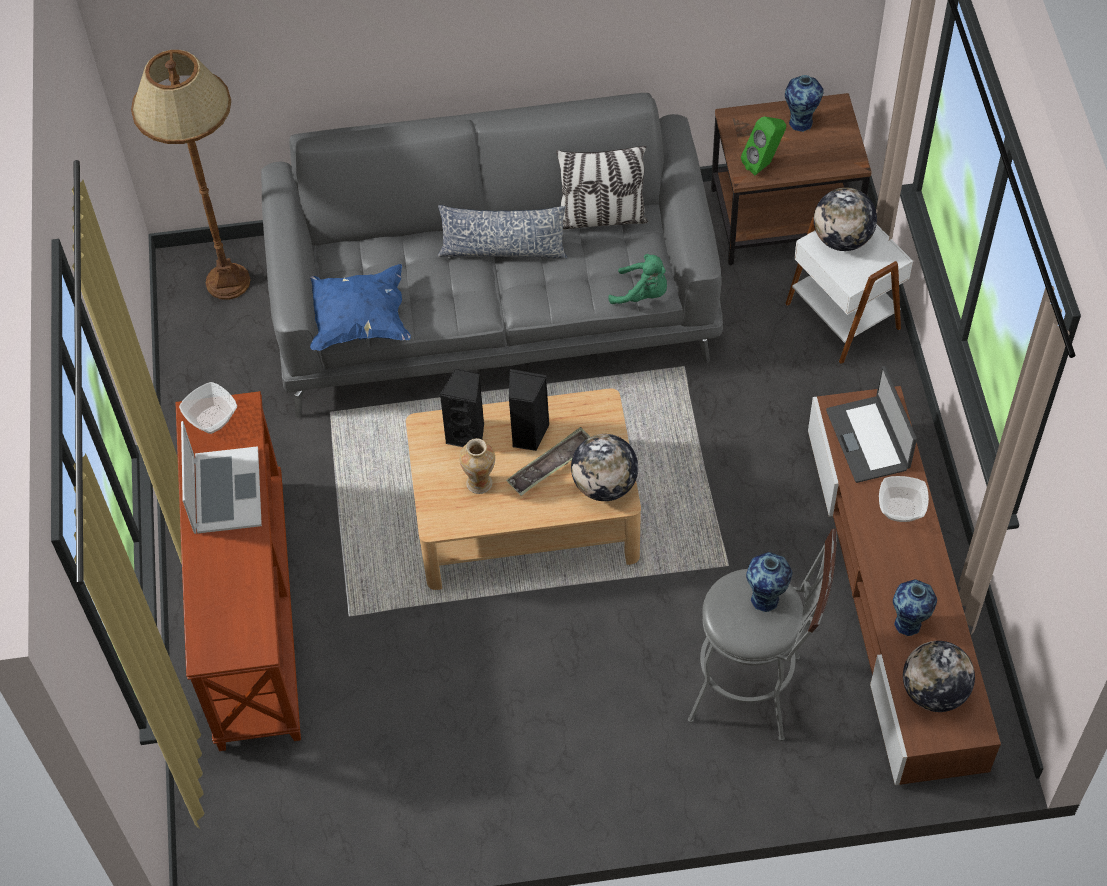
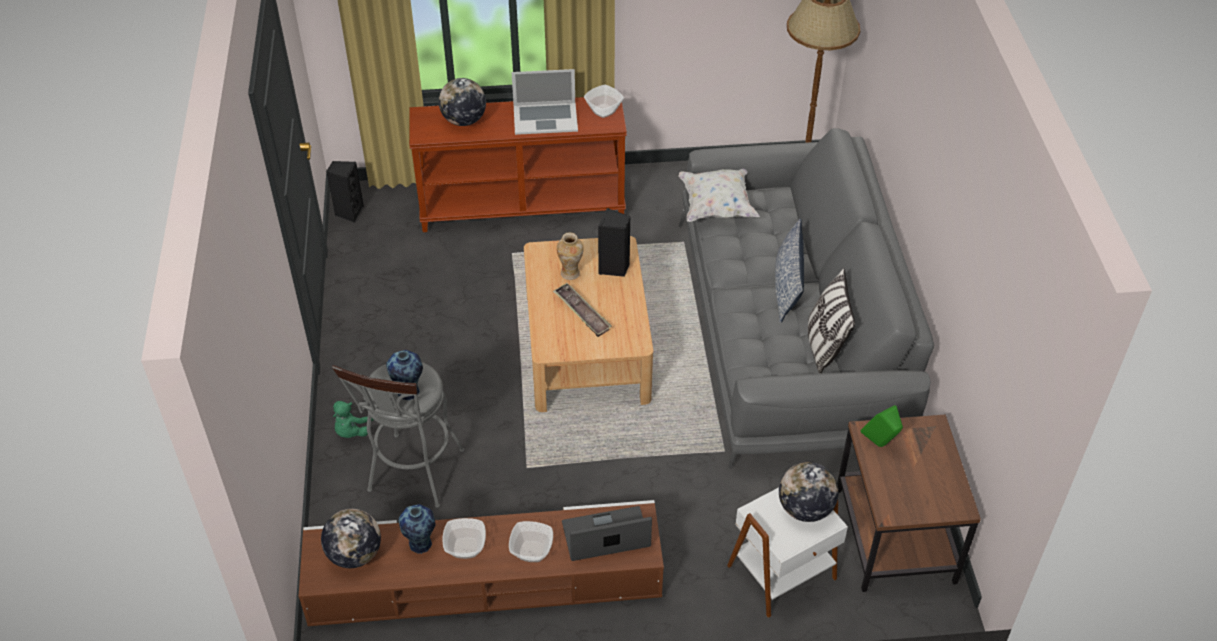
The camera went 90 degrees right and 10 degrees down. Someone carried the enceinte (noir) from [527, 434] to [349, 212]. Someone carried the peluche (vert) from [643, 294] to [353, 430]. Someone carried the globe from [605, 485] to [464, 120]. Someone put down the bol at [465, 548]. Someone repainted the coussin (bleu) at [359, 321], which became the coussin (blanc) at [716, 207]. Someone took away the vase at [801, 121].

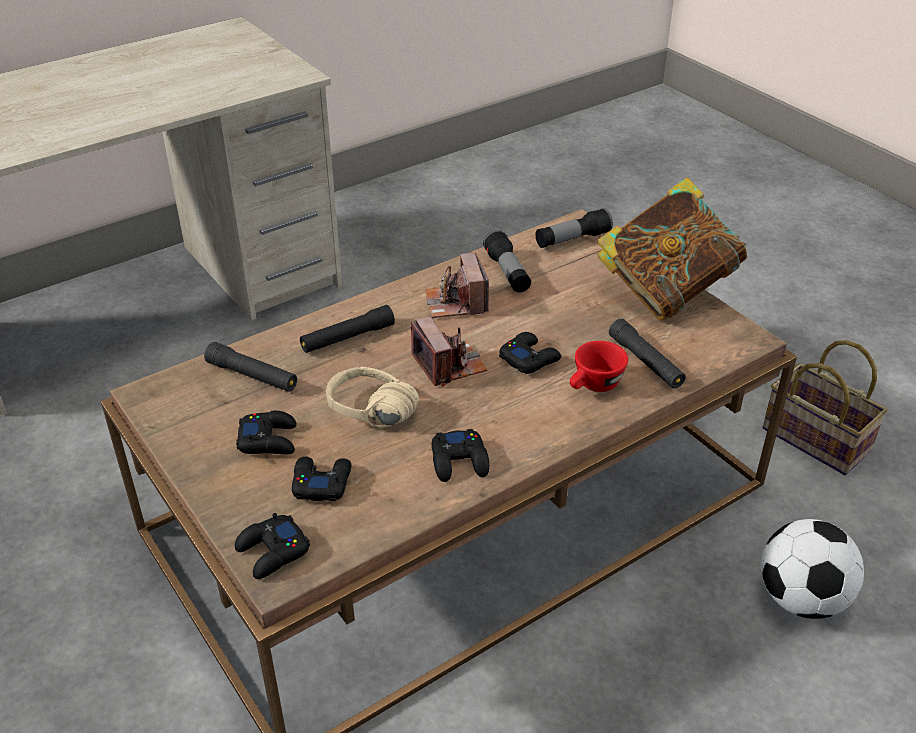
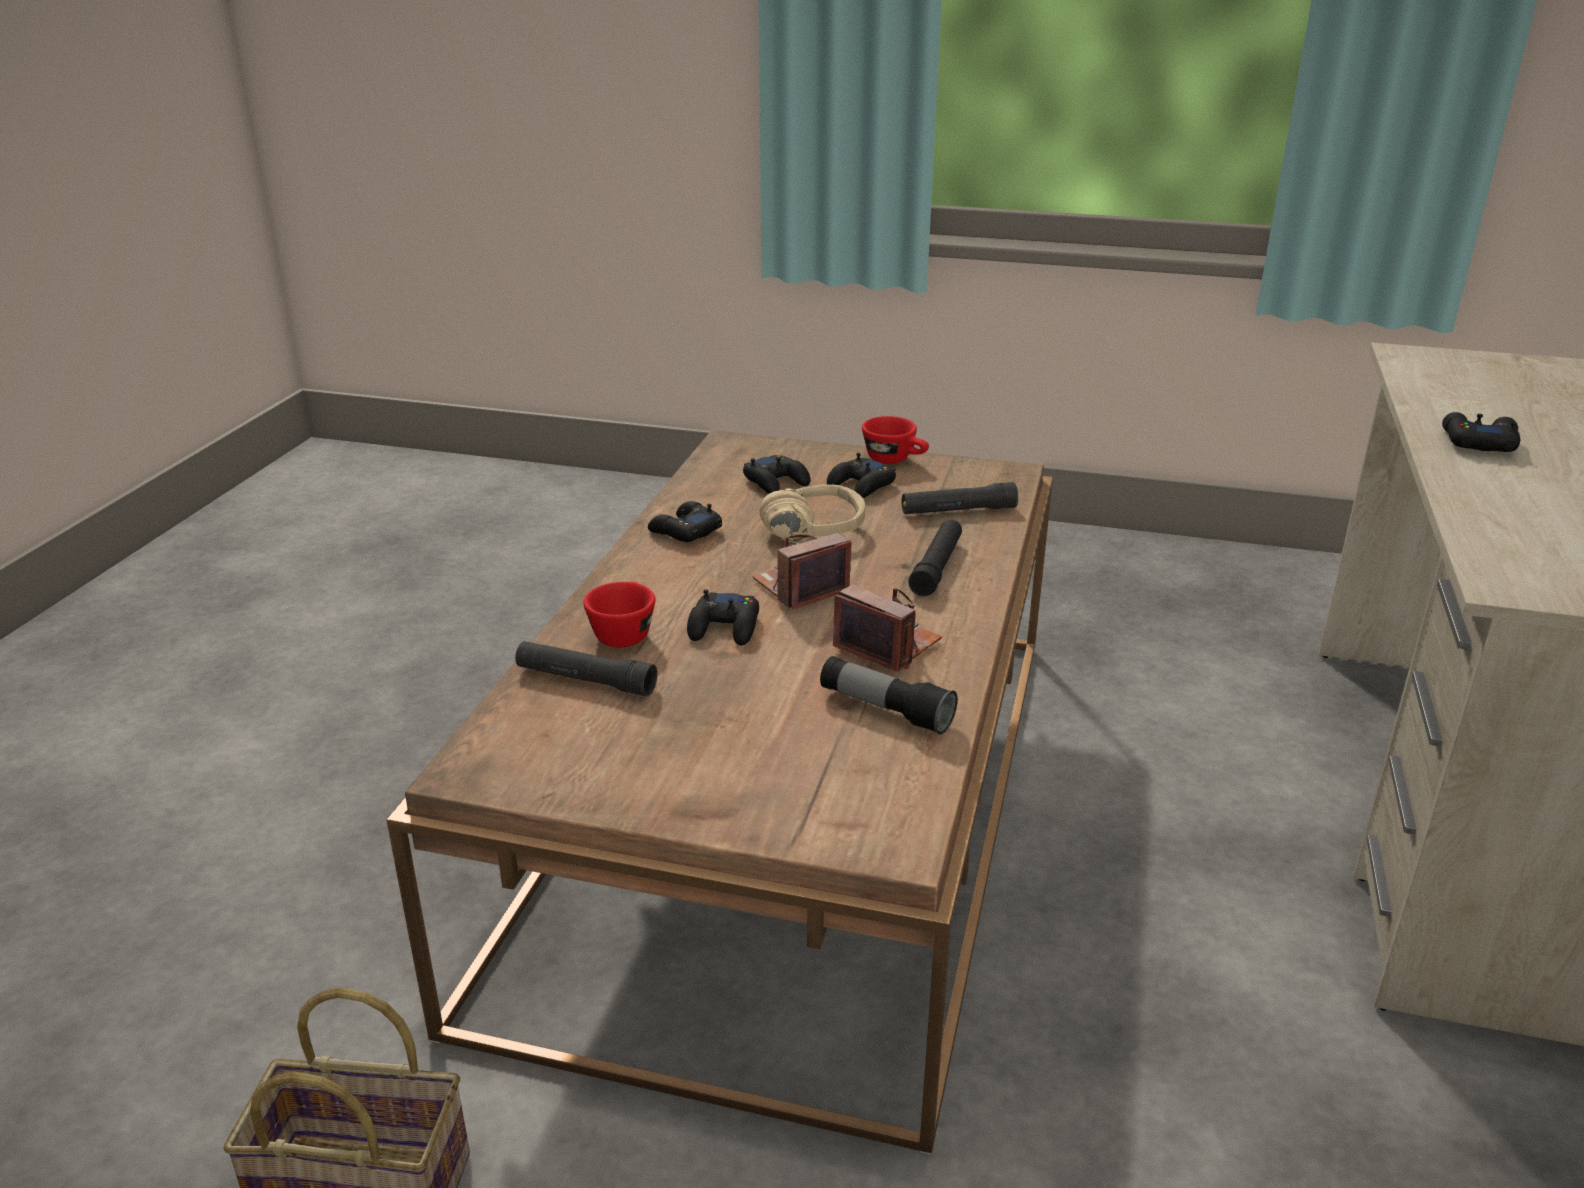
The camera went 140 degrees right and 10 degrees down. Someone rotated the appareil photo at [449, 365] by 120 degrees clockwise. Someone put down the tasse (rouge) at [895, 460]. Someone carried the manette (noir) from [272, 552] to [1477, 442]. Someone took away the lampe de poche at [572, 240]. Someone took away the livre at [666, 291]. Someone took away the ballon de foot at [801, 599].

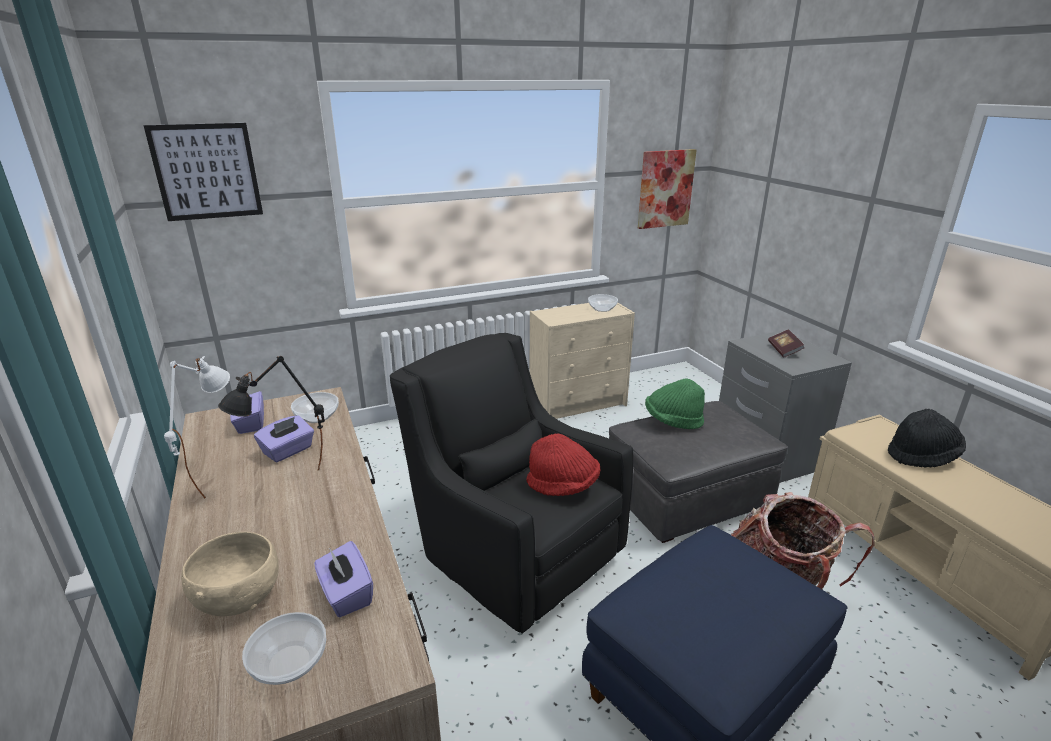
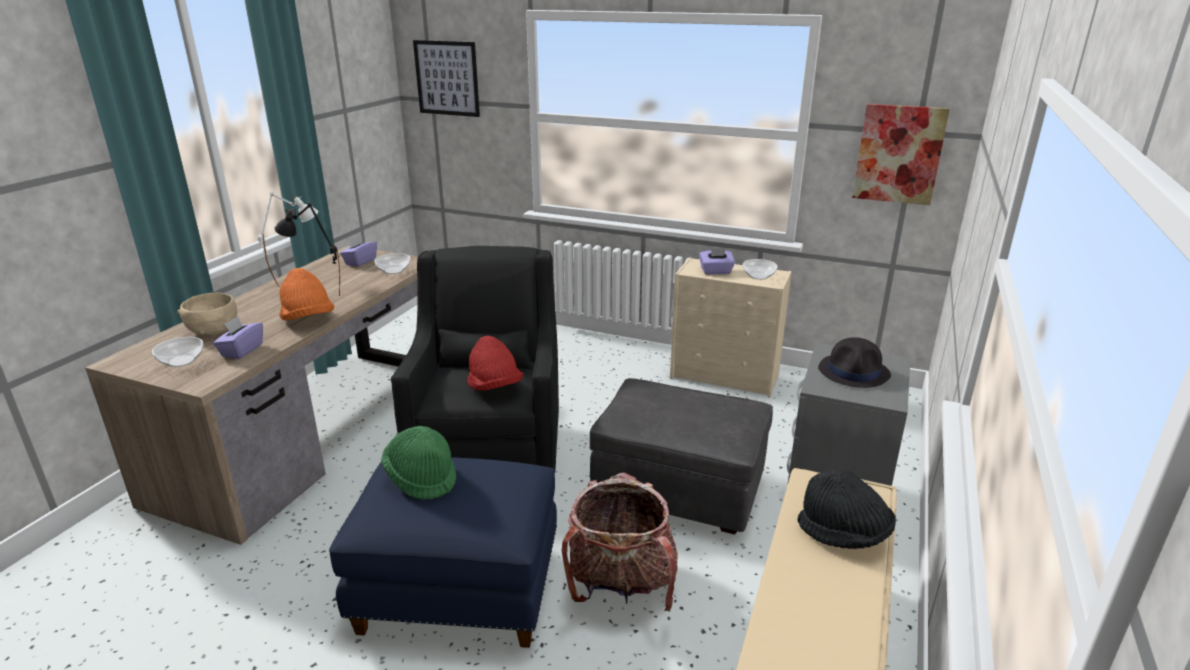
The camera went 45 degrees right and 0 degrees up. Someone put down the chapeau (orange) at [308, 319]. Someone carried the chapeau (vert) from [673, 421] to [422, 478]. Someone carried the boîte à mouchoirs (violet) from [288, 451] to [716, 271]. Someone swapped the livre at [784, 350] for the chapeau (noir) at [854, 372].

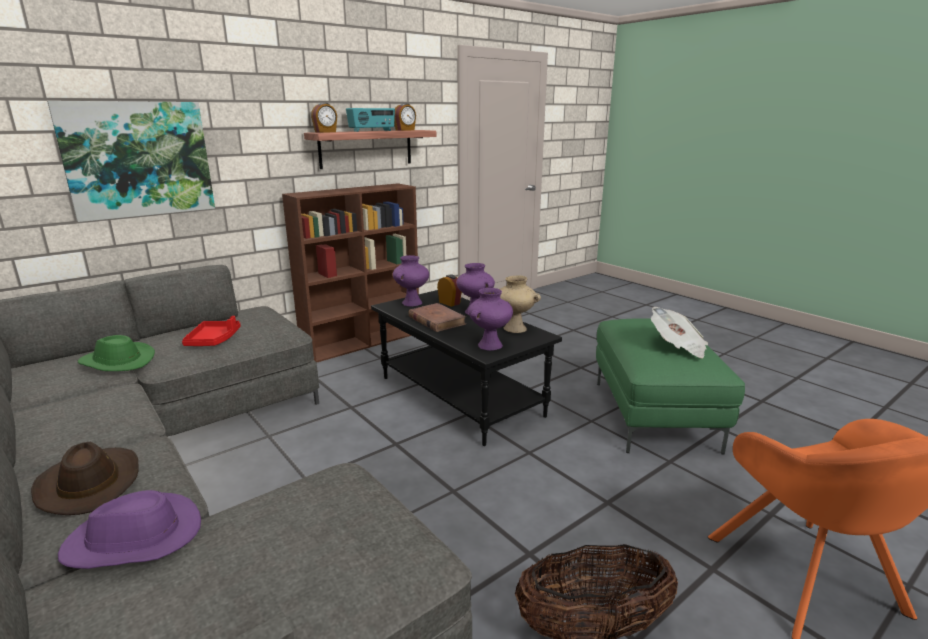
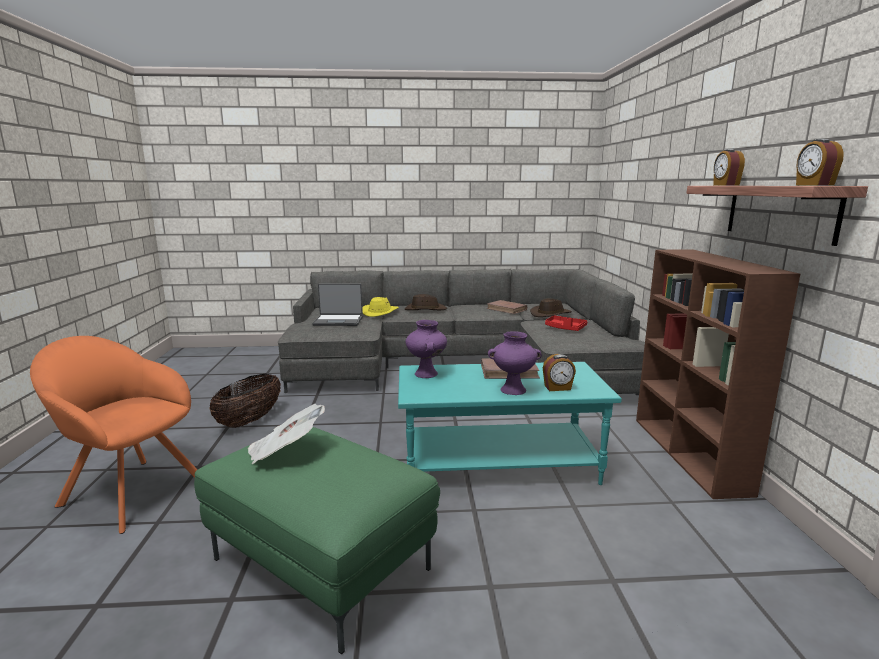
The camera went 125 degrees right and 5 degrees down. Someone put down the ordinateur portable at [338, 321]. Someone repainted the chapeau (violet) at [134, 539], which became the chapeau (jaune) at [380, 312]. Someone repainted the table basse (noir) at [458, 396], which became the table basse (turquoise) at [499, 463]. Someone put down the livre (marron) at [507, 309]. Someone repainted the chapeau (vert) at [116, 362], which became the chapeau (marron) at [551, 314]. Someone took away the tableau at [138, 159]. Someone took away the radio at [372, 131]. Someone took away the vase (violet) at [412, 302]. Someone took away the vase (beige) at [514, 329].

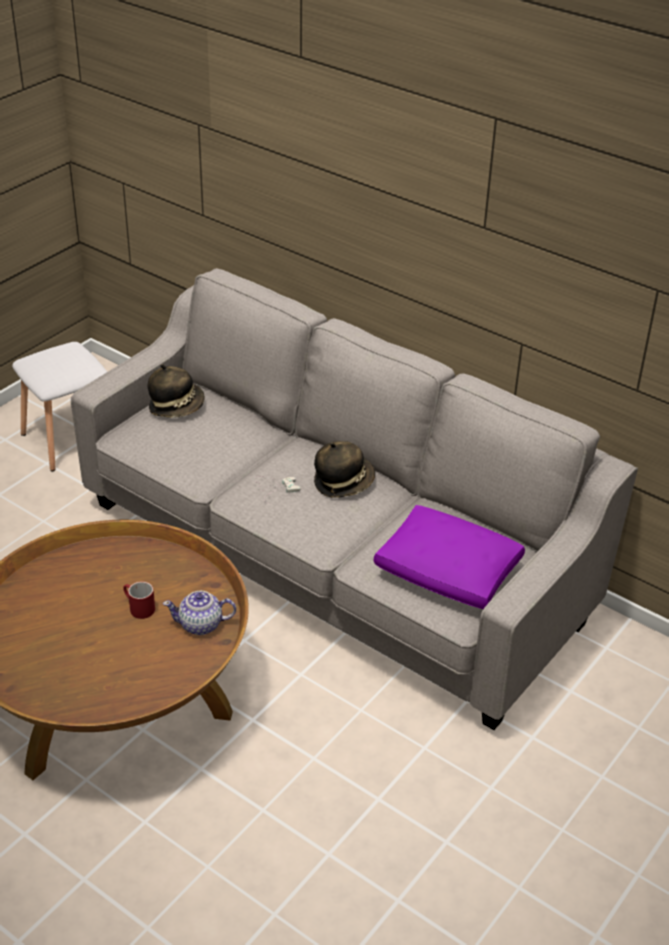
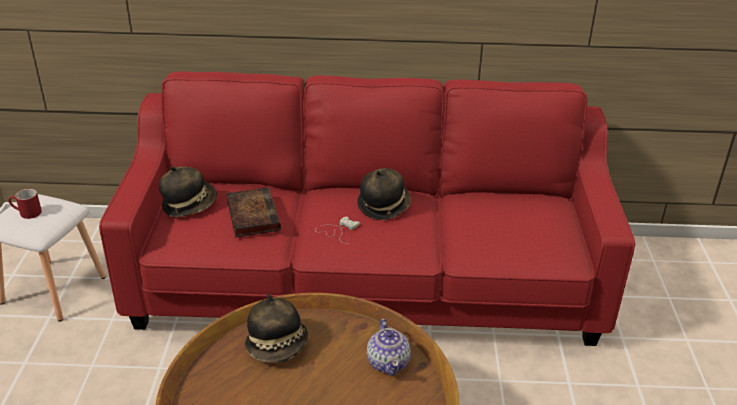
The camera went 35 degrees left and 5 degrees down. Someone carried the mug (rouge) from [138, 608] to [26, 213]. Someone repainted the canapé (gris) at [333, 561], which became the canapé (rouge) at [368, 285]. Someone put down the livre at [252, 215]. Someone put down the chapeau at [278, 346]. Someone rotated the théière at [201, 625] by 60 degrees counterclockwise. Someone took away the coussin (violet) at [449, 571].

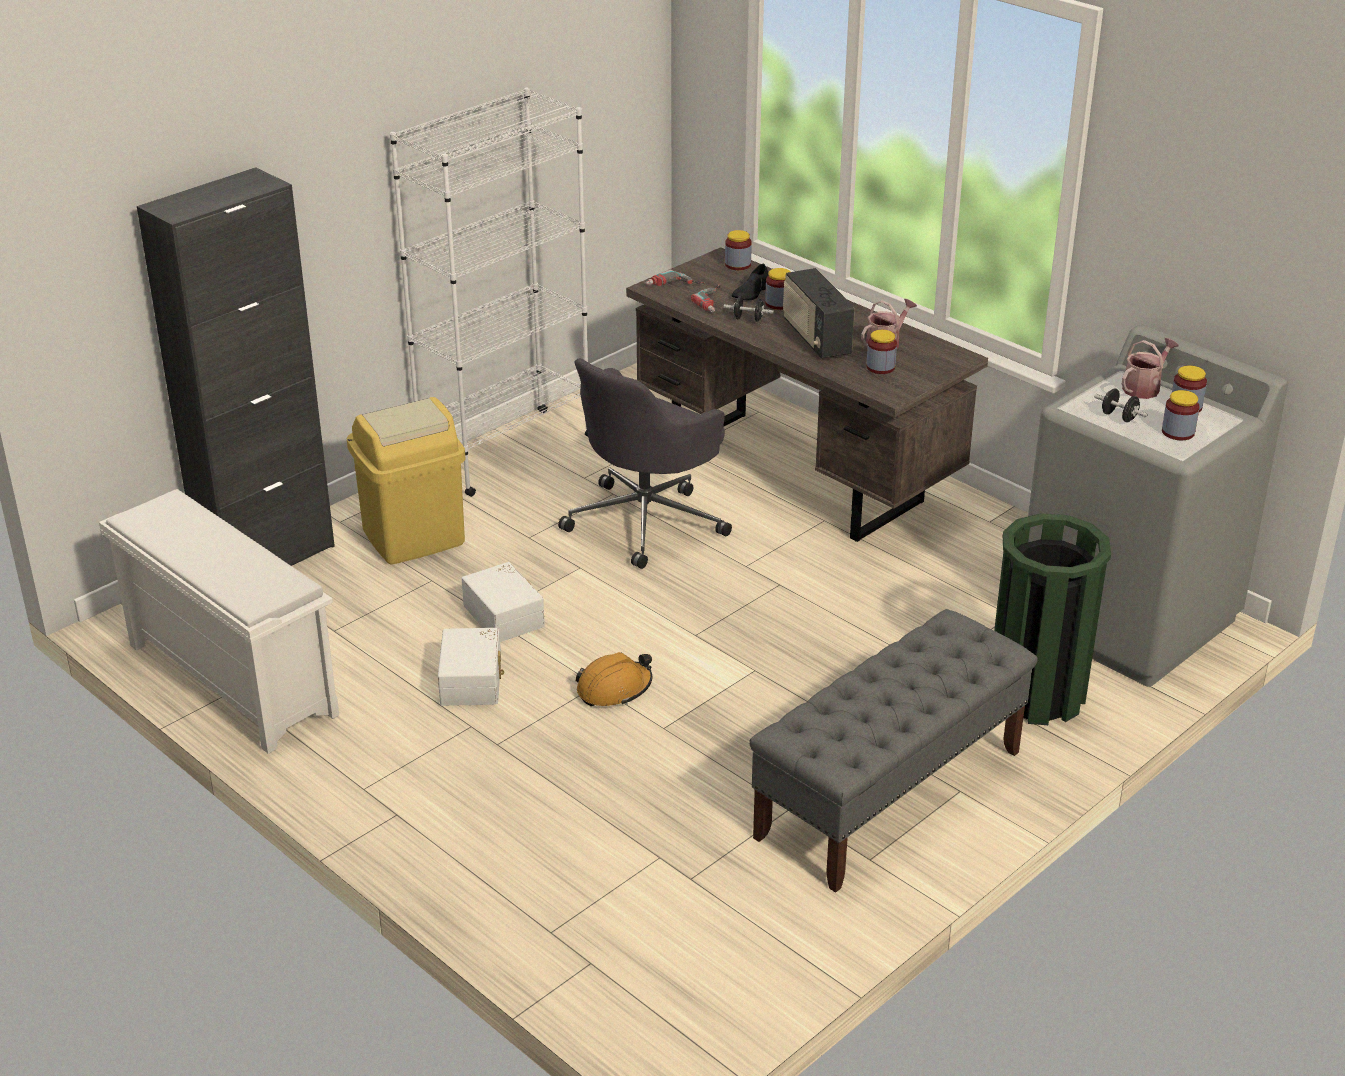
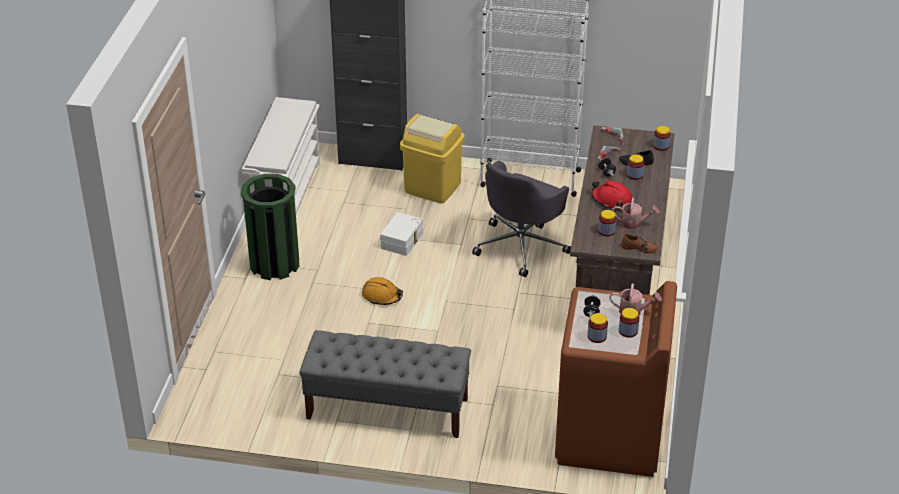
The camera went 55 degrees right and 5 degrees up. Someone carried the poubelle (vert) from [1036, 694] to [274, 264]. Someone rotated the chaise de bureau (gris) at [647, 521] by 60 degrees counterclockwise. Someone repainted the lave-linge (gris) at [1128, 621], which became the lave-linge (marron) at [610, 437]. Someone swapped the radio at [816, 338] for the casque de chantier (rouge) at [612, 200]. Someone put down the chaussure (marron) at [639, 248]. Someone took away the boîte de rangement (blanc) at [473, 680].

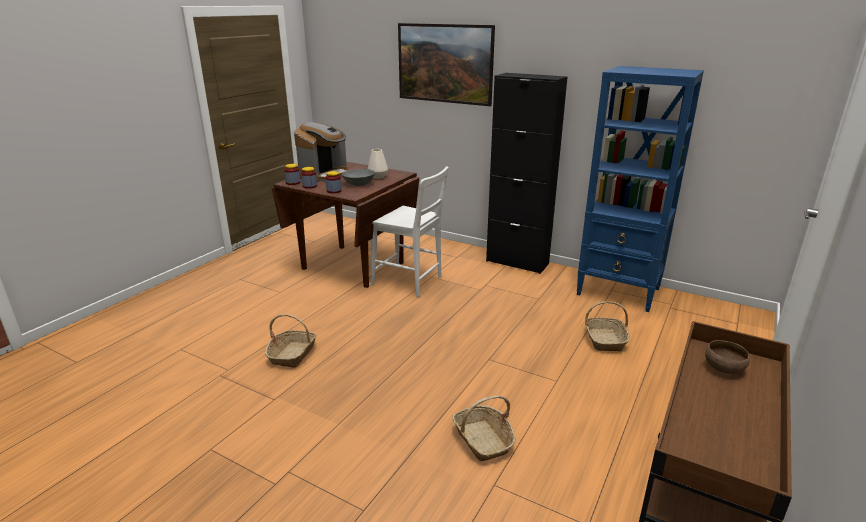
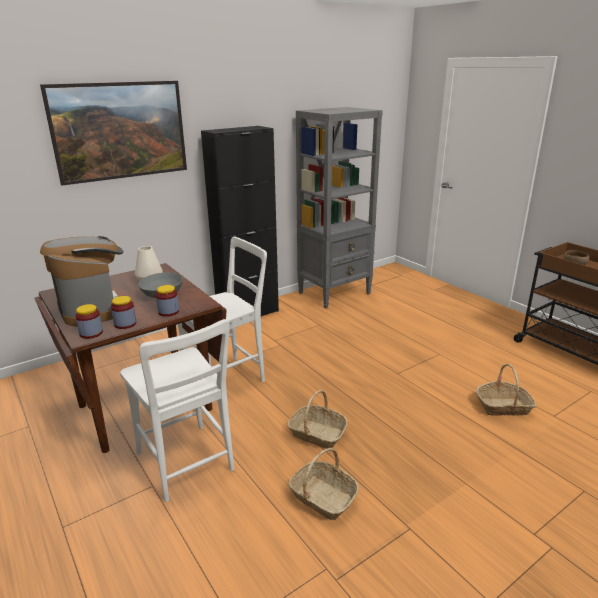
The camera went 65 degrees left and 0 degrees up. Someone put down the chaise (blanc) at [187, 465]. Someone carried the panier from [604, 340] to [317, 433]. Someone repainted the bibliothèque (bleu) at [619, 292], which became the bibliothèque (gris) at [335, 293].

